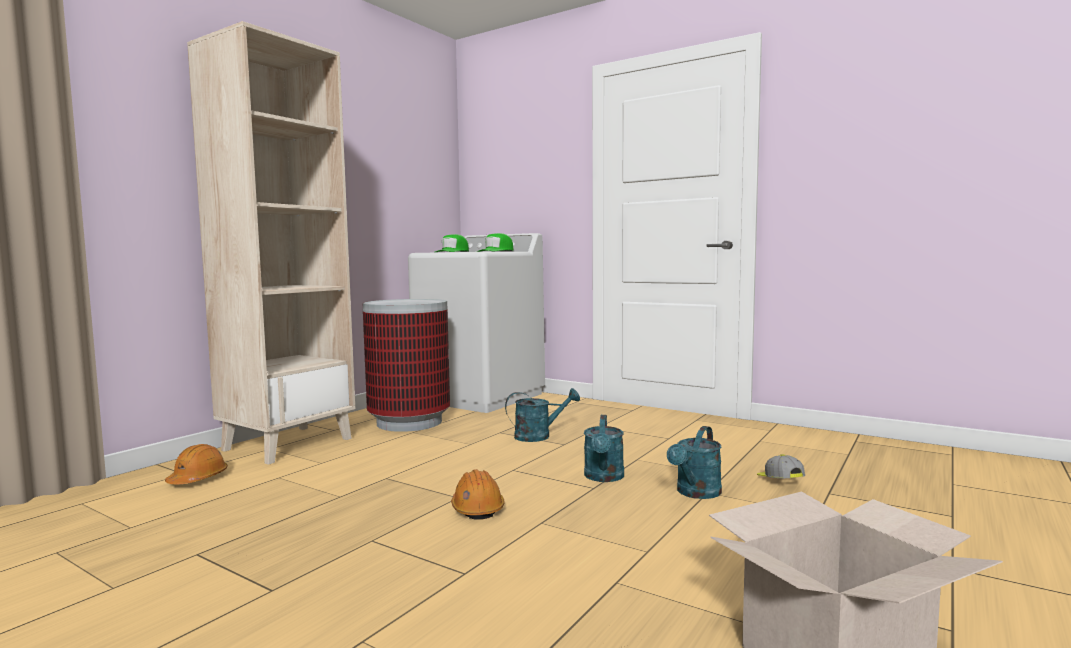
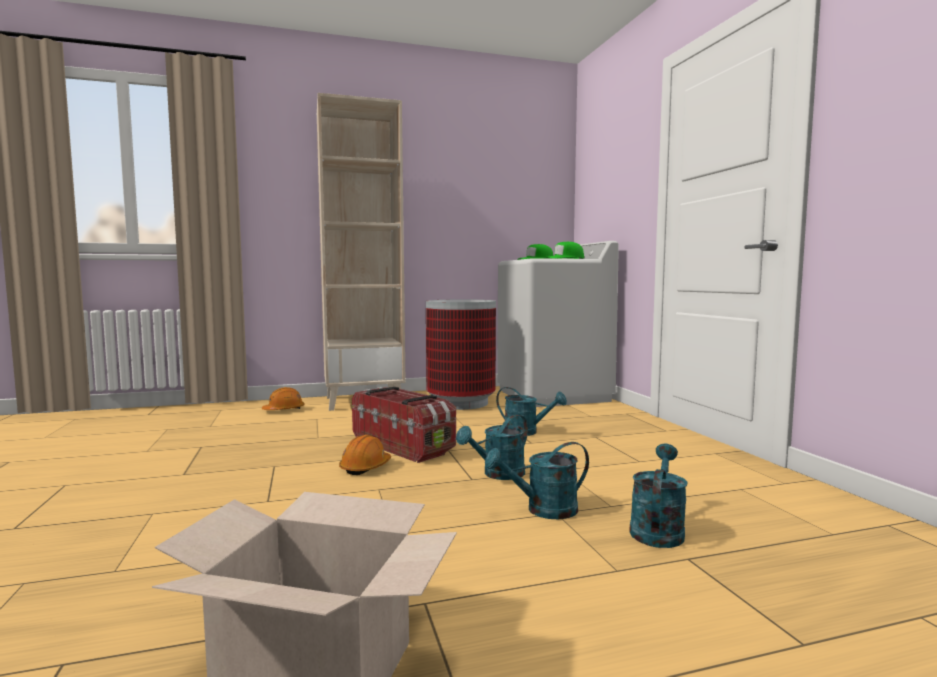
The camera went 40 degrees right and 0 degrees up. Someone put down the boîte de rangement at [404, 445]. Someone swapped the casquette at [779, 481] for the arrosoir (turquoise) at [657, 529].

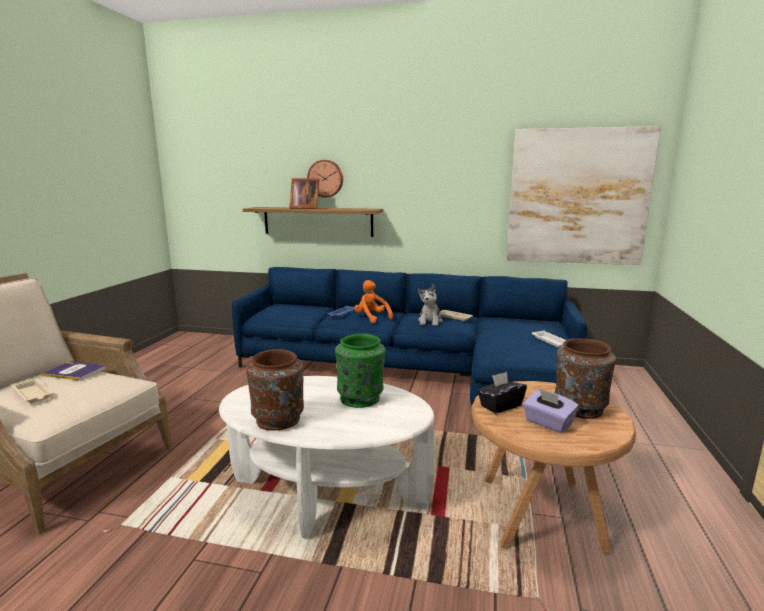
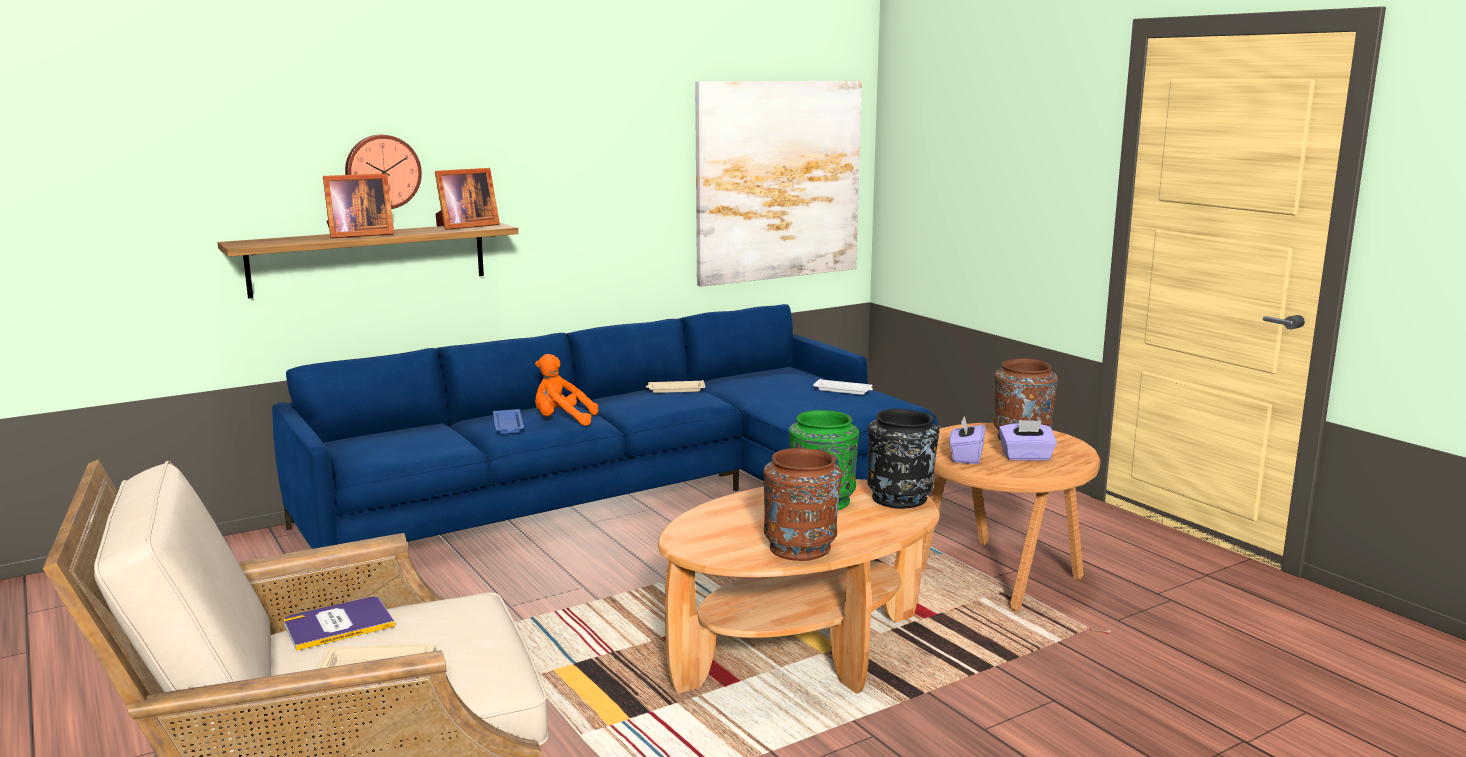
The camera went 45 degrees left and 0 degrees up. Someone put down the cadre photo at [464, 226]. Someone repainted the table basse (blanc) at [328, 494], which became the table basse (marron) at [801, 653]. Someone put down the vase (noir) at [900, 499]. Someone repainted the boîte à mouchoirs (noir) at [500, 406], which became the boîte à mouchoirs (violet) at [965, 457]. Someone took away the peluche at [430, 321].

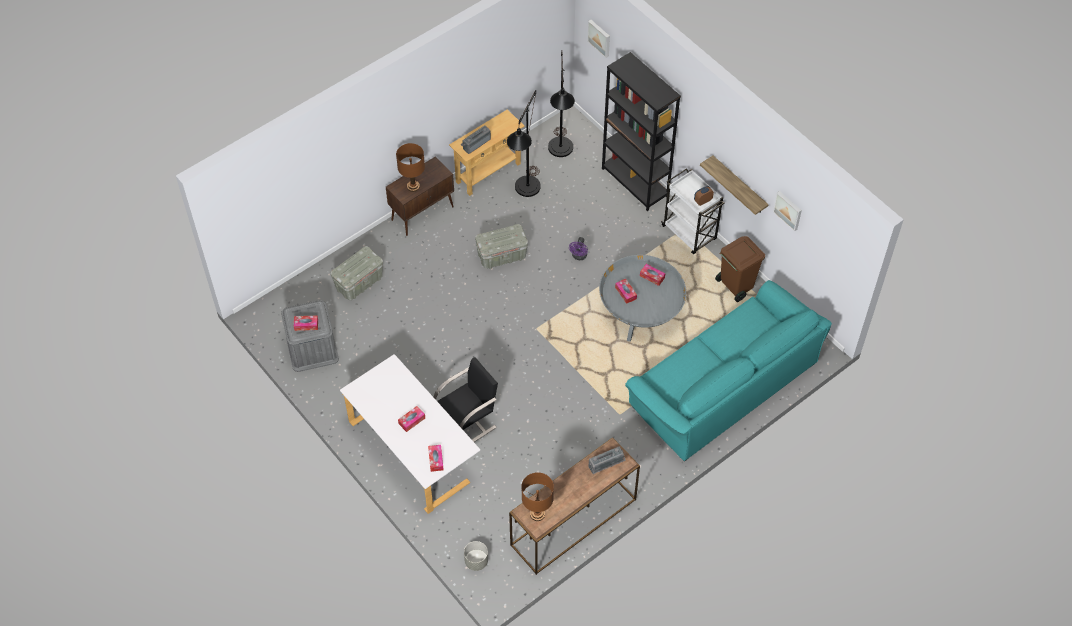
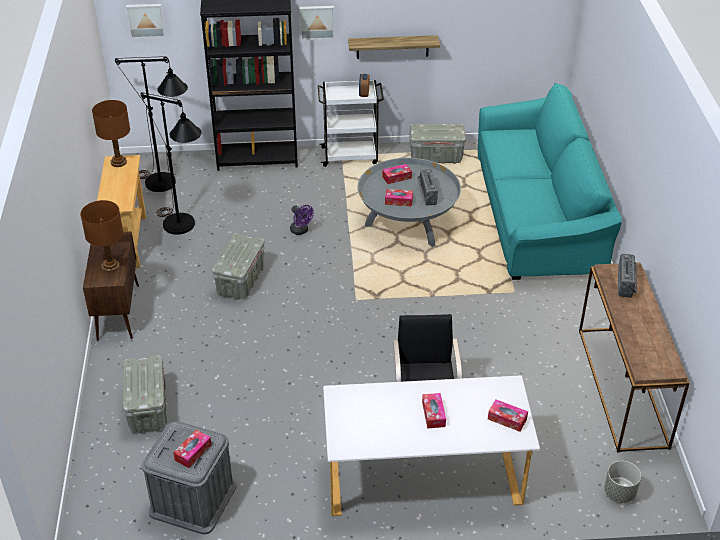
The camera went 55 degrees left and 15 degrees down. Someone carried the lampe de table (marron) from [537, 514] to [119, 162]. Someone carried the tableau from [788, 210] to [317, 21]. Someone swapped the poubelle (marron) at [735, 286] for the boîte de rangement (gris) at [435, 157]. Someone carried the radio from [475, 143] to [426, 194].

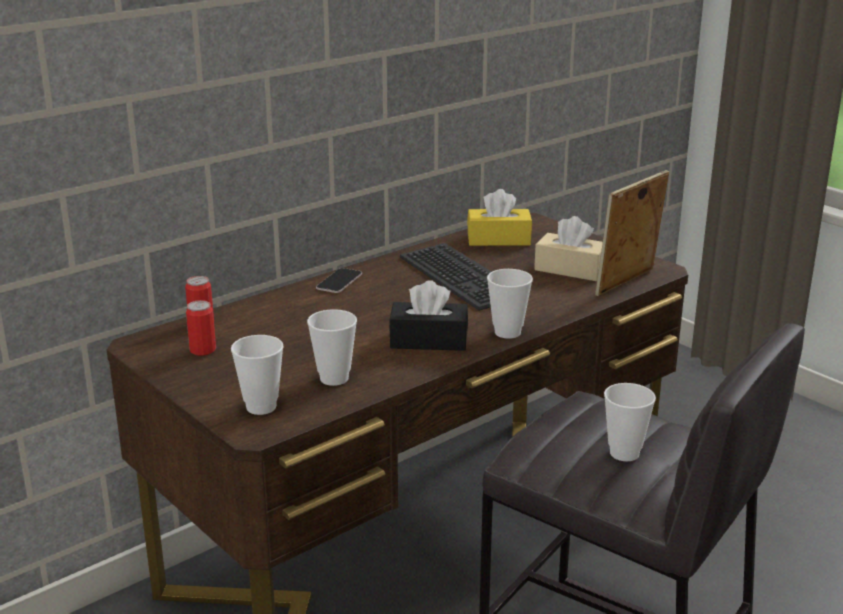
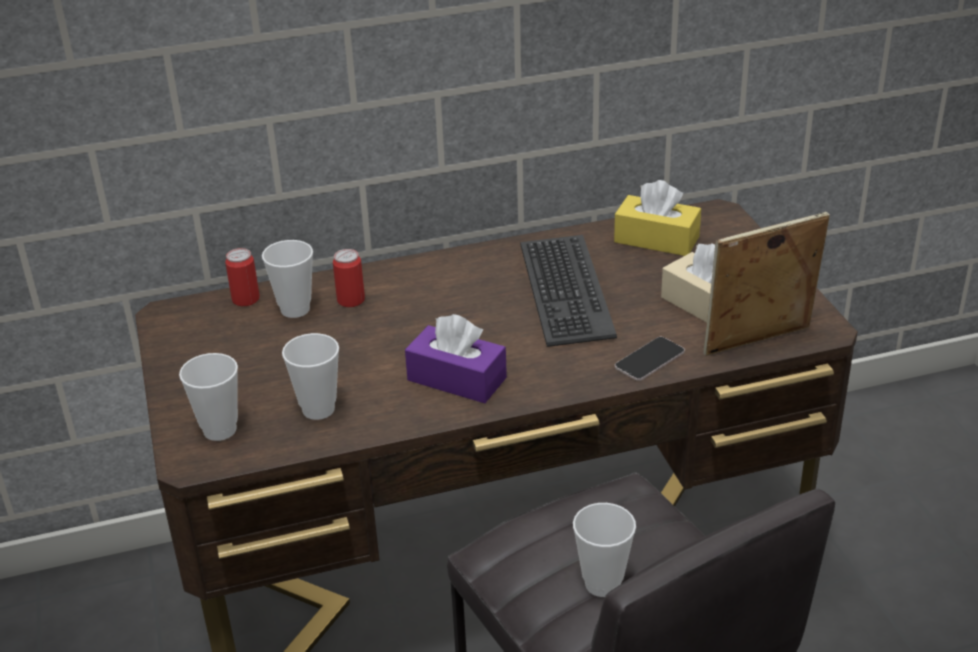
The camera went 25 degrees right and 10 degrees up. Someone carried the tasse from [507, 332] to [295, 309]. Someone carried the boîte métallique from [203, 350] to [351, 300]. Someone repainted the boîte à mouchoirs (noir) at [428, 340], which became the boîte à mouchoirs (violet) at [457, 379]. Someone carried the téléphone from [339, 281] to [649, 360].

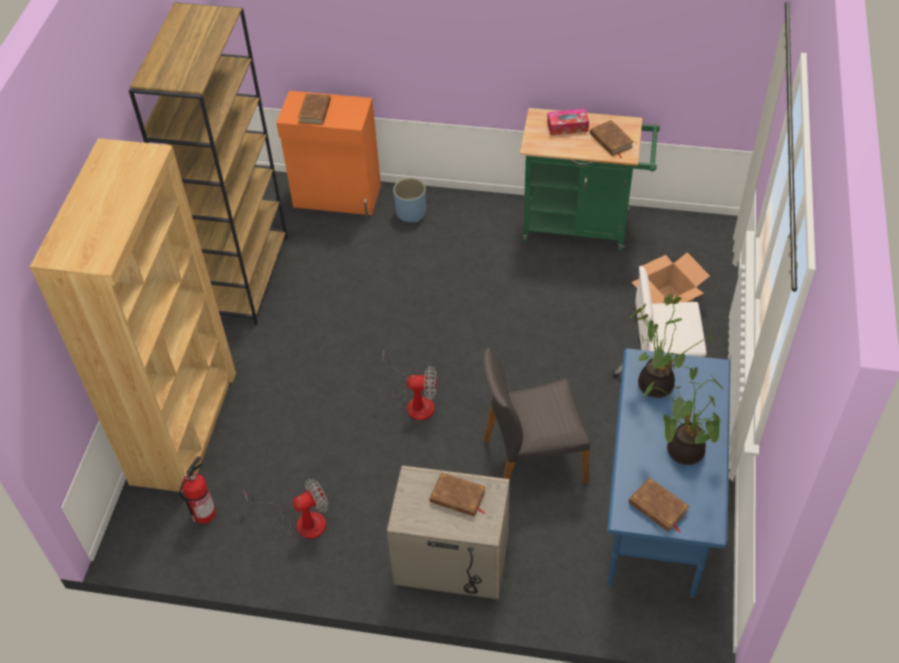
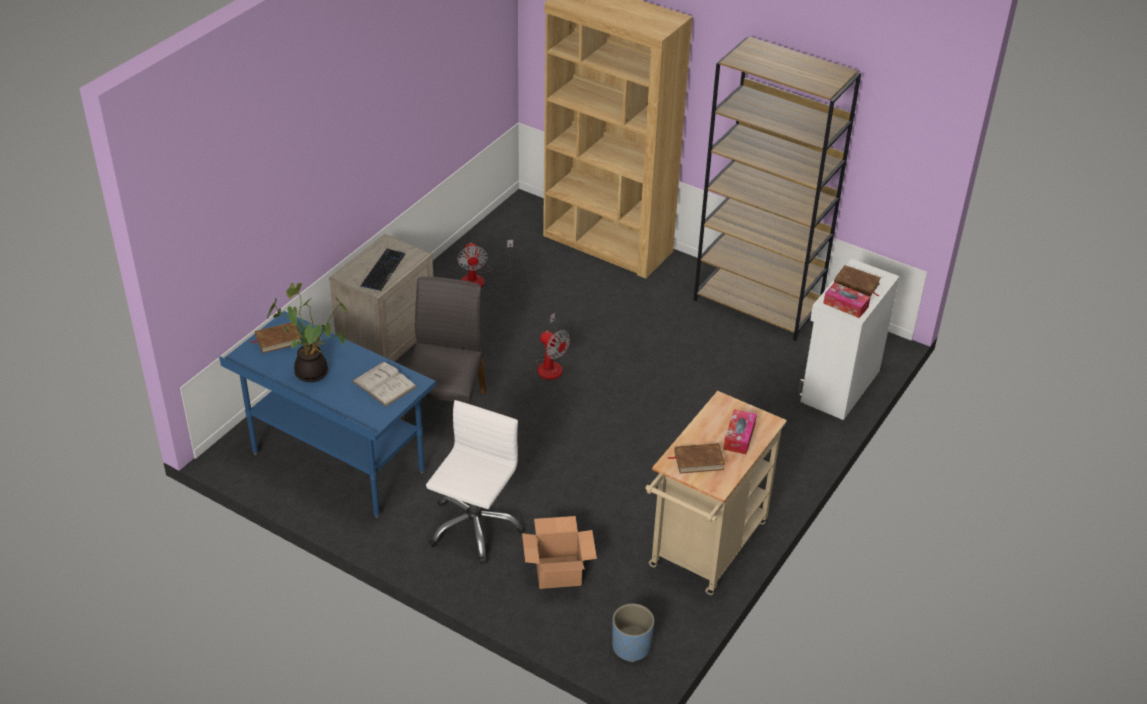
The camera went 110 degrees right and 10 degrees down. Someone swapped the plante en pot at [658, 384] for the livre (blanc) at [384, 384]. Someone swapped the livre (marron) at [457, 497] for the clavier at [383, 270]. Someone rotated the ventilateur at [415, 401] by 75 degrees counterclockwise. Someone carried the cache-pot (bleu) from [411, 213] to [631, 647]. Someone repainted the chariot (vert) at [582, 226], which became the chariot (beige) at [704, 551]. Someone repainted the meuble de rangement (orange) at [337, 197], which became the meuble de rangement (blanc) at [838, 386]. Someone put down the boîte à mouchoirs at [845, 305]. Someone took away the extincteur at [204, 512].

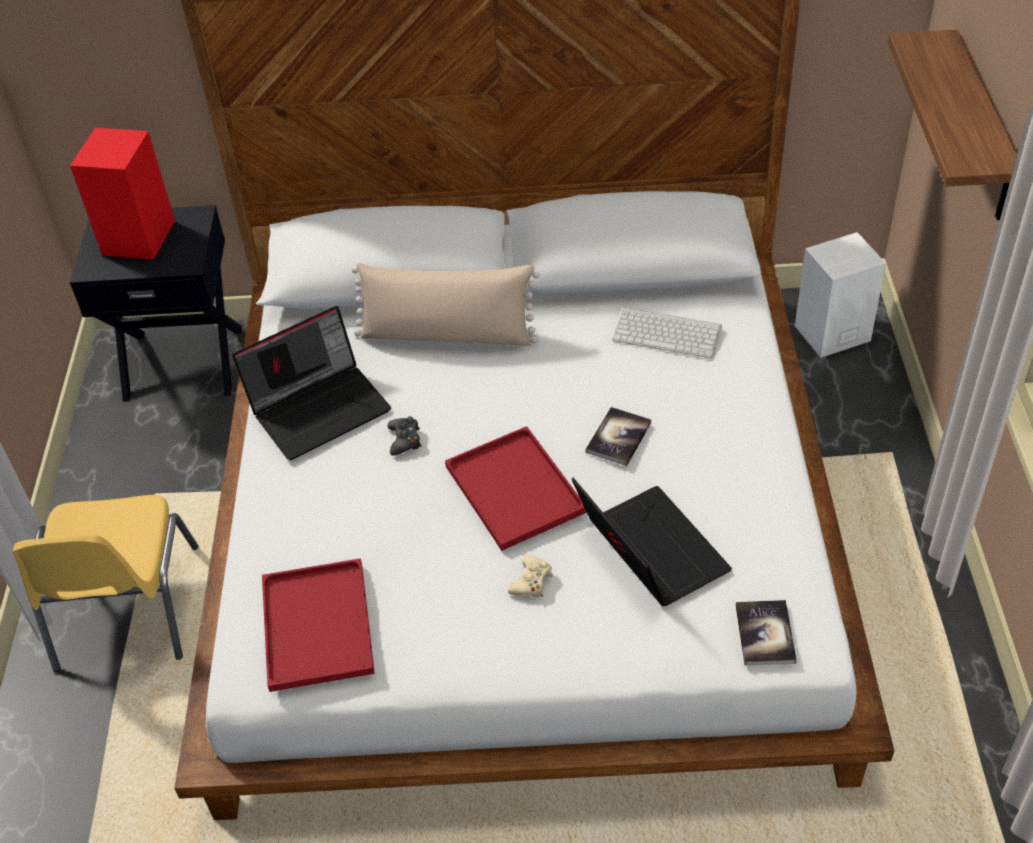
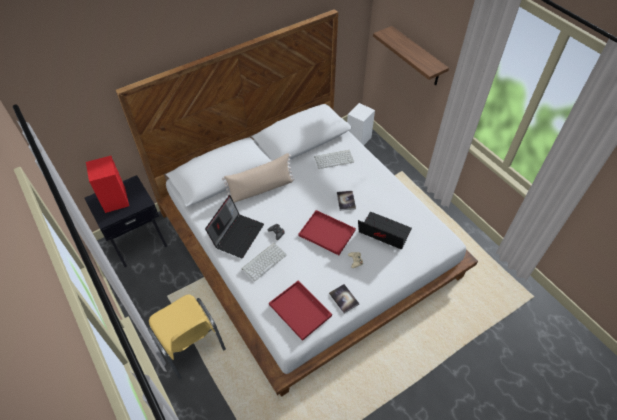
The camera went 35 degrees left and 5 degrees up. Someone put down the clavier at [264, 261]. Someone carried the livre from [765, 634] to [344, 299].

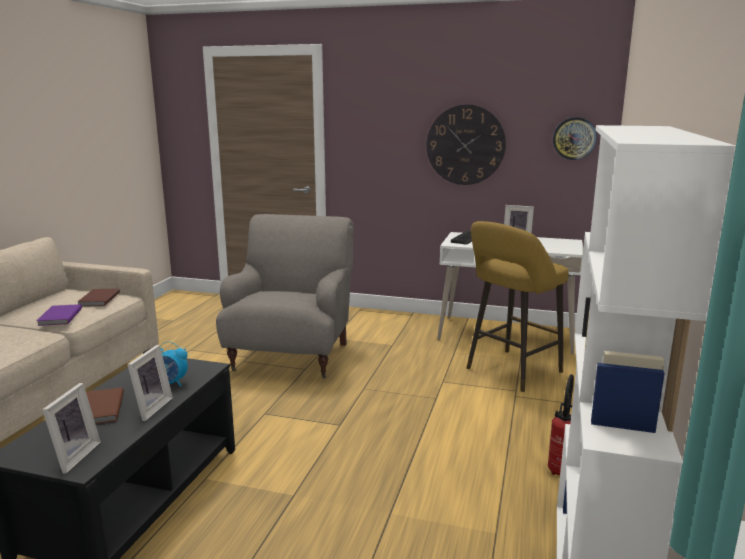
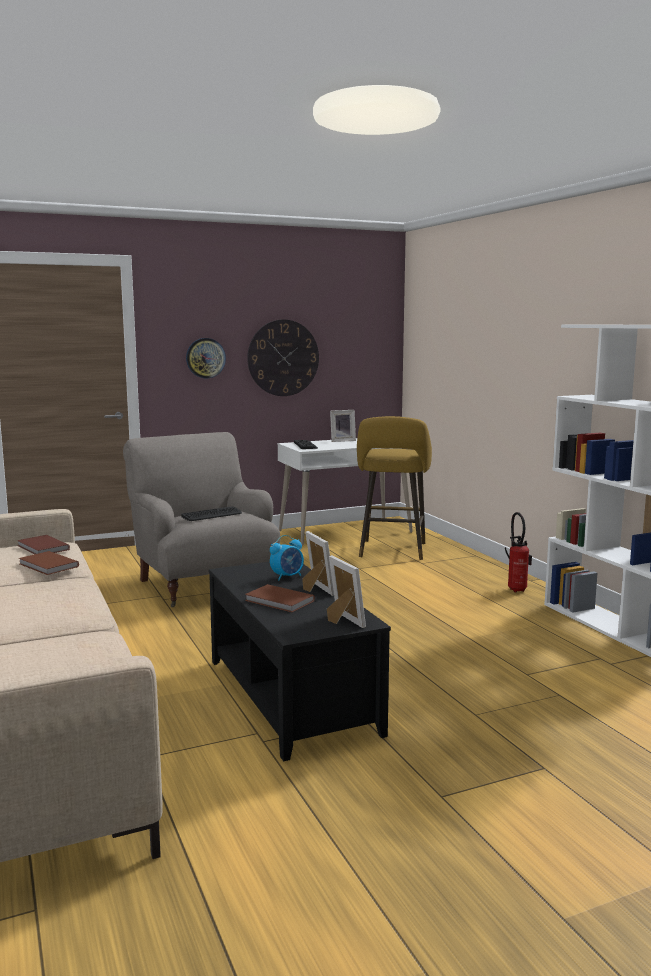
The camera went 40 degrees left and 5 degrees down. Someone repainted the livre (violet) at [59, 317], which became the livre (marron) at [48, 566]. Someone put down the clavier at [212, 515]. Someone carried the horloge murale from [574, 138] to [205, 358].

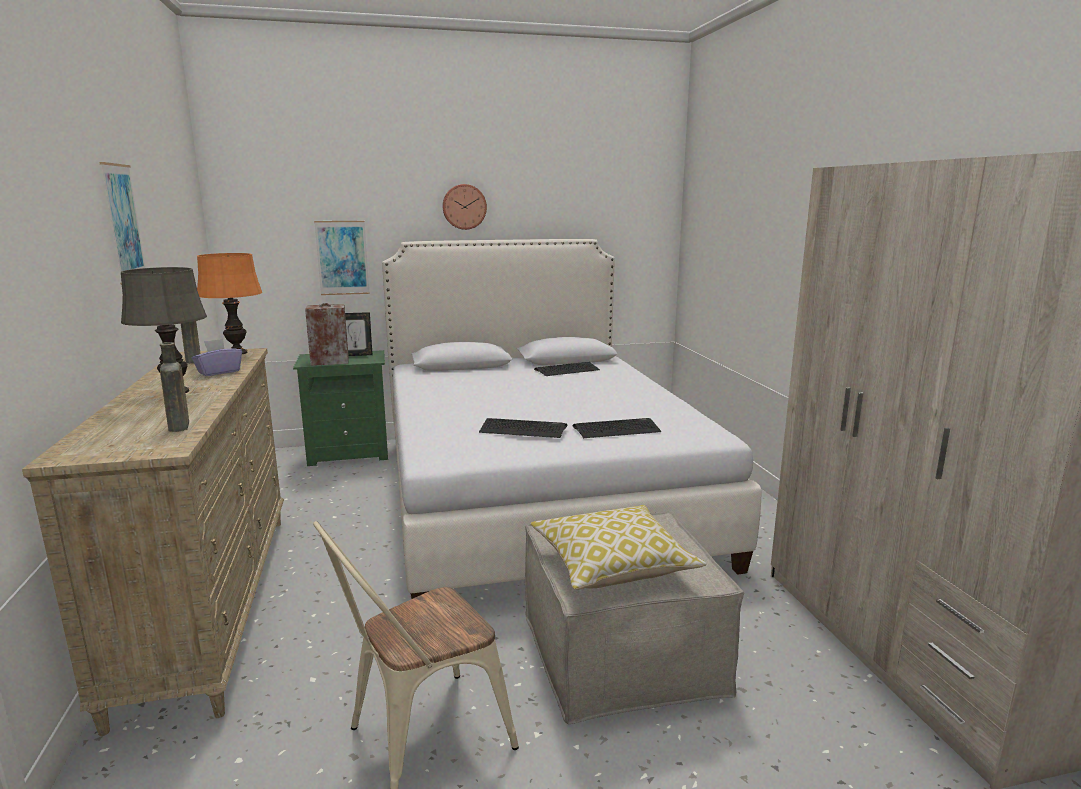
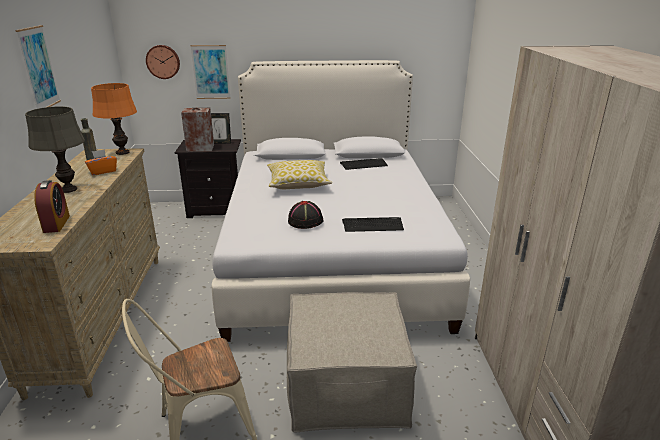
The camera went 10 degrees right and 10 degrees up. Someone swapped the bouteille (marron) at [179, 427] for the réveil at [56, 224]. Someone repainted the boîte à mouchoirs (violet) at [219, 372], which became the boîte à mouchoirs (orange) at [103, 171]. Someone carried the horloge murale from [464, 207] to [163, 61]. Someone repainted the table de chevet (vert) at [349, 453], which became the table de chevet (noir) at [216, 209]. Someone carried the coussin from [613, 565] to [298, 184]. Someone swapped the clavier at [523, 429] for the chapeau (noir) at [305, 221].

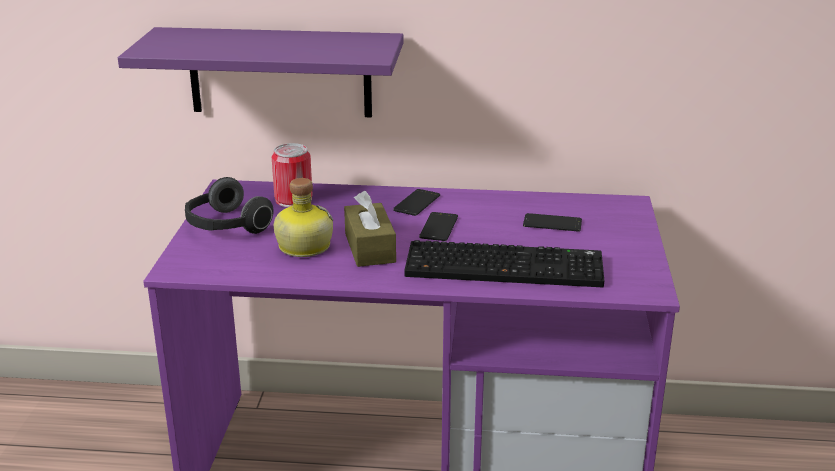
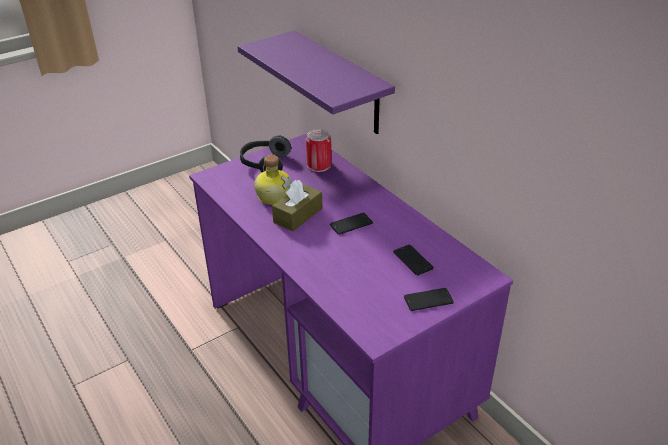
The camera went 50 degrees right and 10 degrees up. Someone carried the téléphone from [417, 203] to [428, 300]. Someone took away the clavier at [506, 266].

